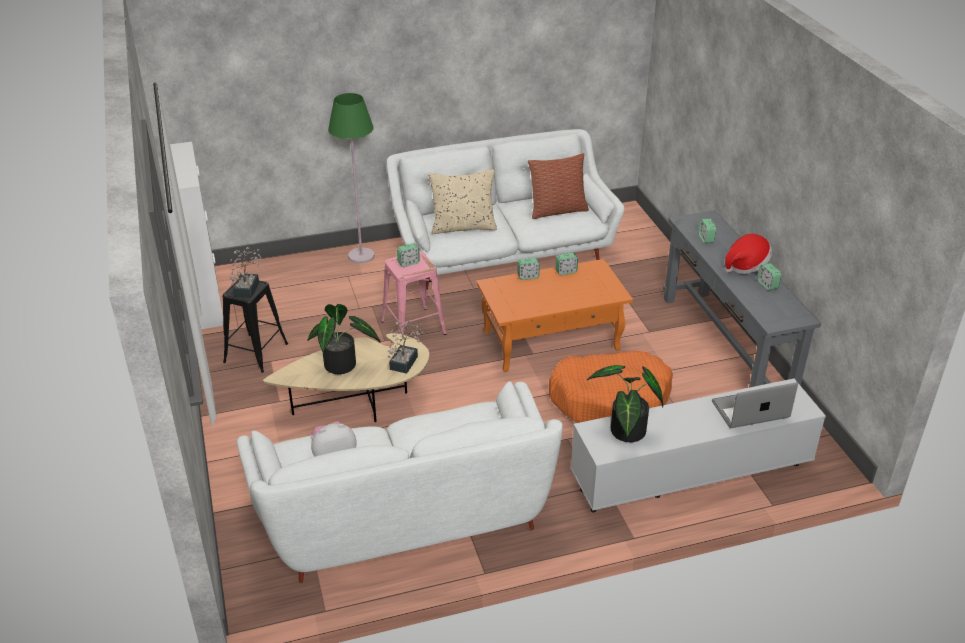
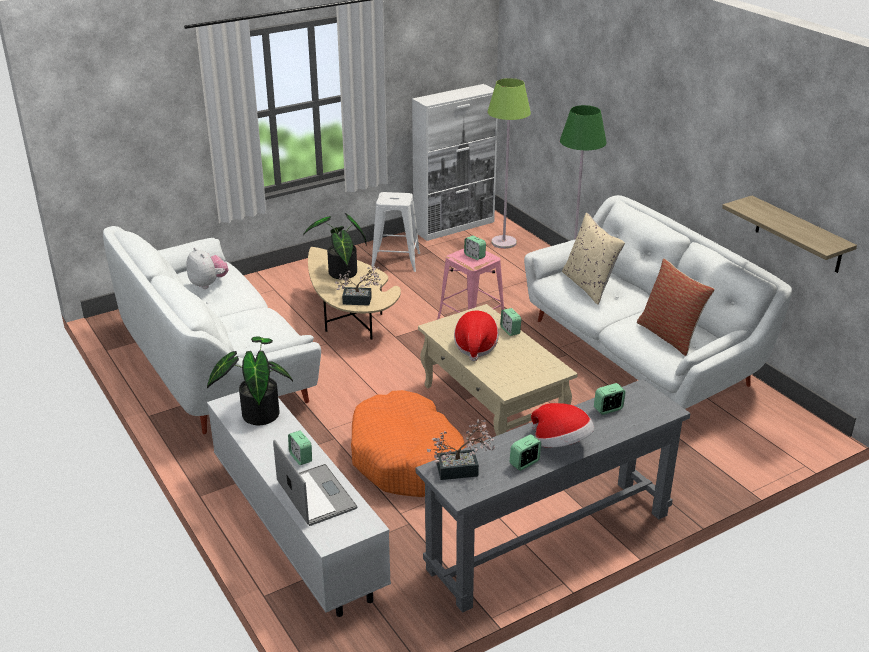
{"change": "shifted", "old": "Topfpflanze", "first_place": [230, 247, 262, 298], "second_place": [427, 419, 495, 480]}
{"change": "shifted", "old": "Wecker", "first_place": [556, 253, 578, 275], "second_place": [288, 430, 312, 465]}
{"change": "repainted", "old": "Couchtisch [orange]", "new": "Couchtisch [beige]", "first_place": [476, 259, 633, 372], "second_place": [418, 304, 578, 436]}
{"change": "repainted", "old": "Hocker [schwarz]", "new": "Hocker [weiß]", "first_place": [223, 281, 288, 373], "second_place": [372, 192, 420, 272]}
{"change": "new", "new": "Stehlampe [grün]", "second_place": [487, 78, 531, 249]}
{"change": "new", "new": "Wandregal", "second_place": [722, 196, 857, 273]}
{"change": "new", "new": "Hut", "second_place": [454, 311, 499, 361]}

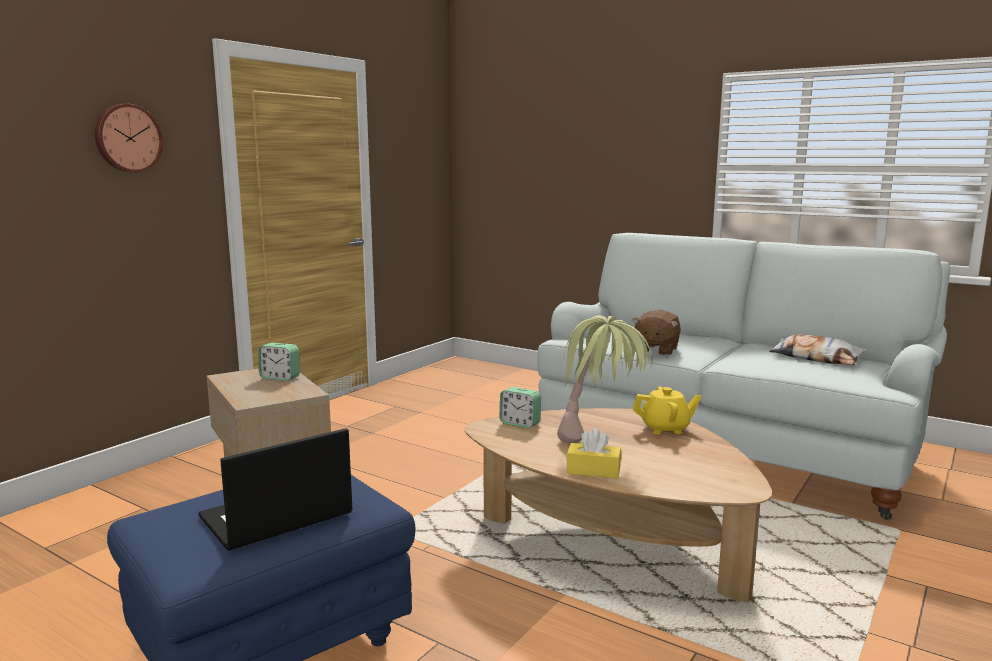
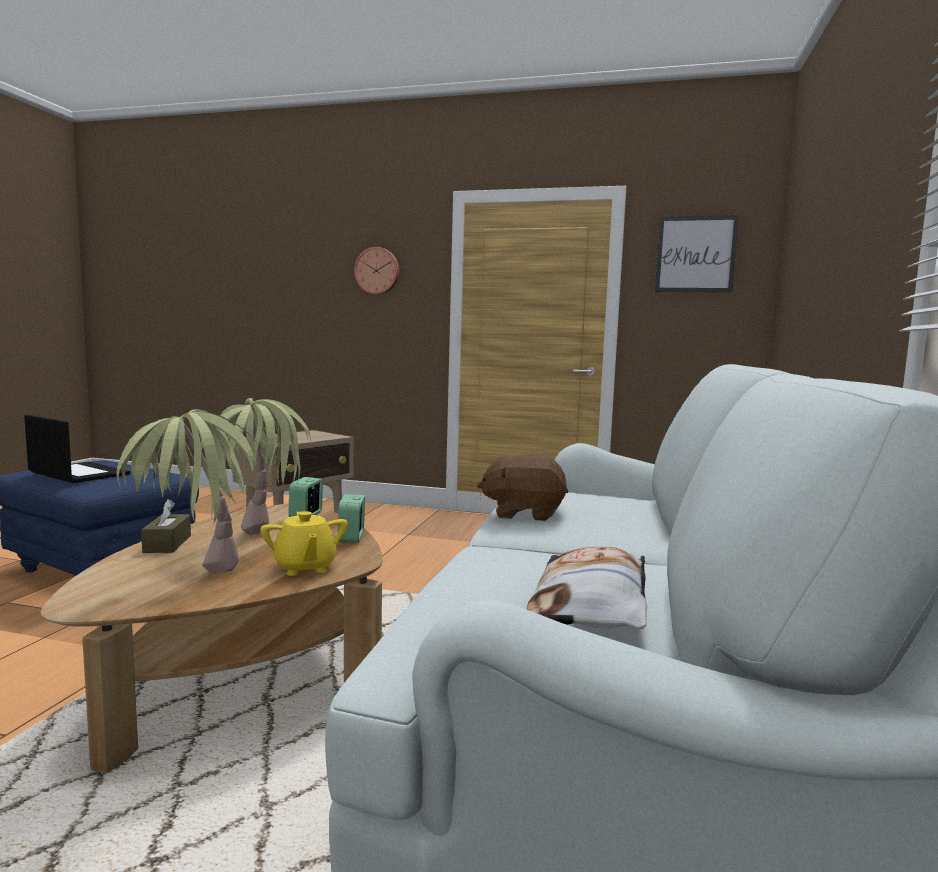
{"change": "shifted", "old": "Wecker", "first_place": [258, 343, 300, 381], "second_place": [338, 494, 365, 543]}
{"change": "repainted", "old": "Taschentuchbox [gelb]", "new": "Taschentuchbox [braun]", "first_place": [566, 429, 621, 479], "second_place": [141, 499, 191, 553]}
{"change": "new", "new": "Bild", "second_place": [655, 215, 739, 293]}
{"change": "new", "new": "Topfpflanze", "second_place": [116, 409, 265, 574]}

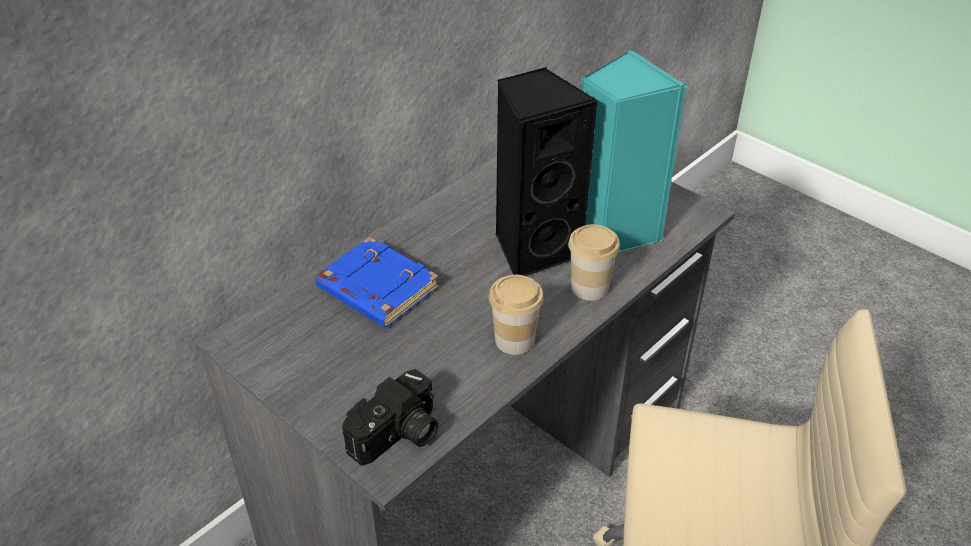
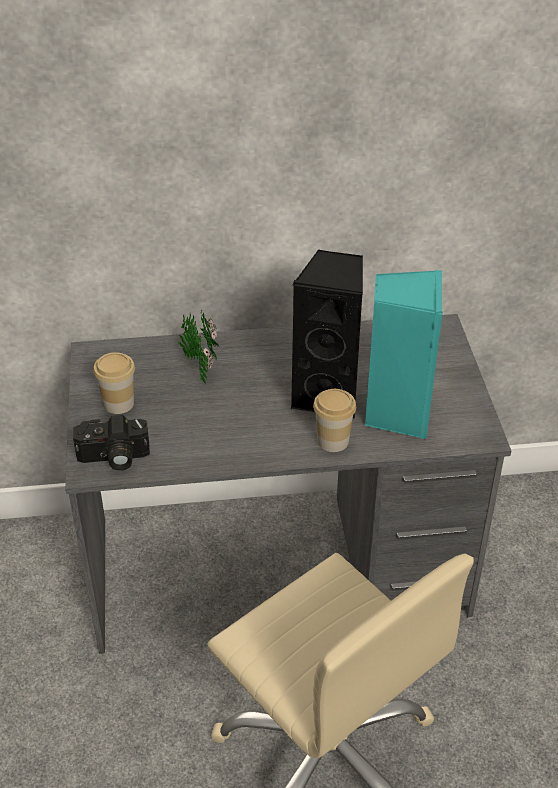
{"change": "swapped", "old": "Buch [blau]", "new": "Topfpflanze", "first_place": [315, 237, 439, 328], "second_place": [178, 310, 219, 385]}
{"change": "shifted", "old": "Tasse", "first_place": [489, 275, 544, 355], "second_place": [93, 352, 135, 414]}

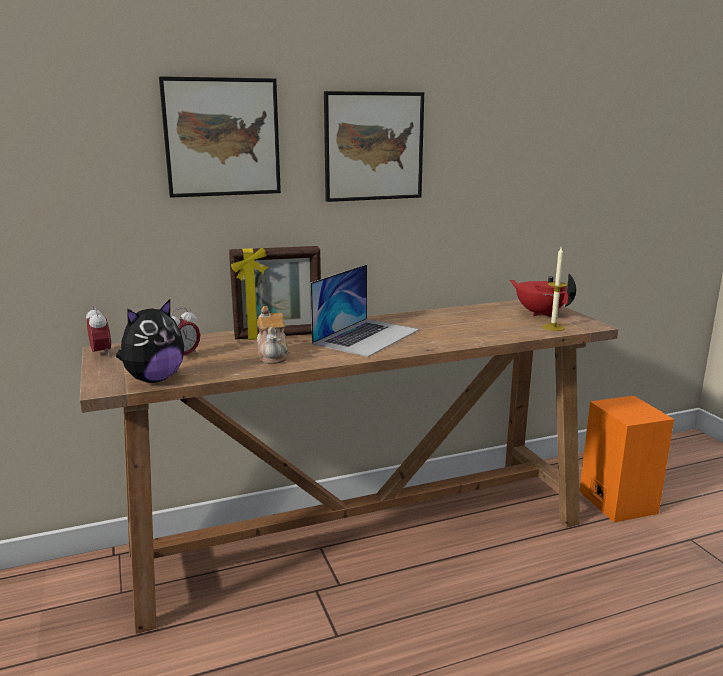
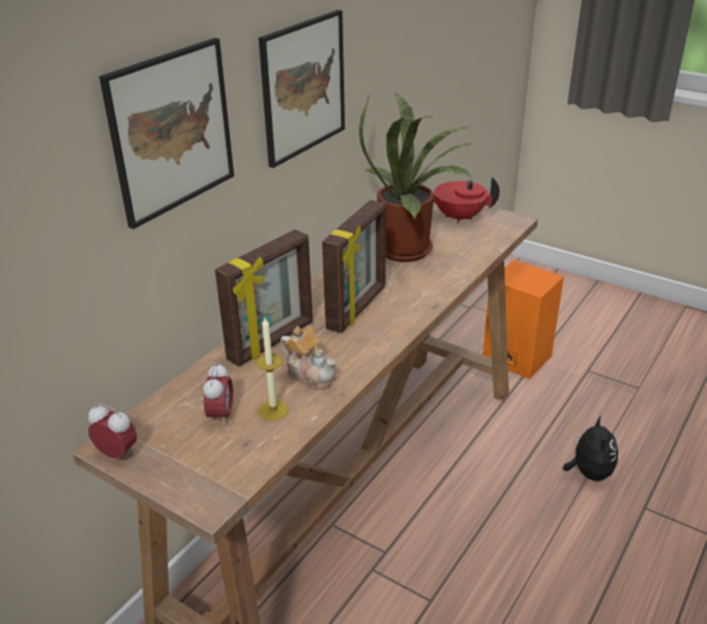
{"change": "shifted", "old": "Kerze", "first_place": [542, 247, 568, 331], "second_place": [256, 318, 289, 420]}
{"change": "swapped", "old": "Laptop", "new": "Bilderrahmen", "first_place": [310, 264, 419, 357], "second_place": [322, 200, 386, 333]}
{"change": "shifted", "old": "Plüschtier", "first_place": [116, 299, 184, 383], "second_place": [563, 415, 618, 481]}
{"change": "new", "new": "Topfpflanze", "second_place": [359, 92, 475, 262]}

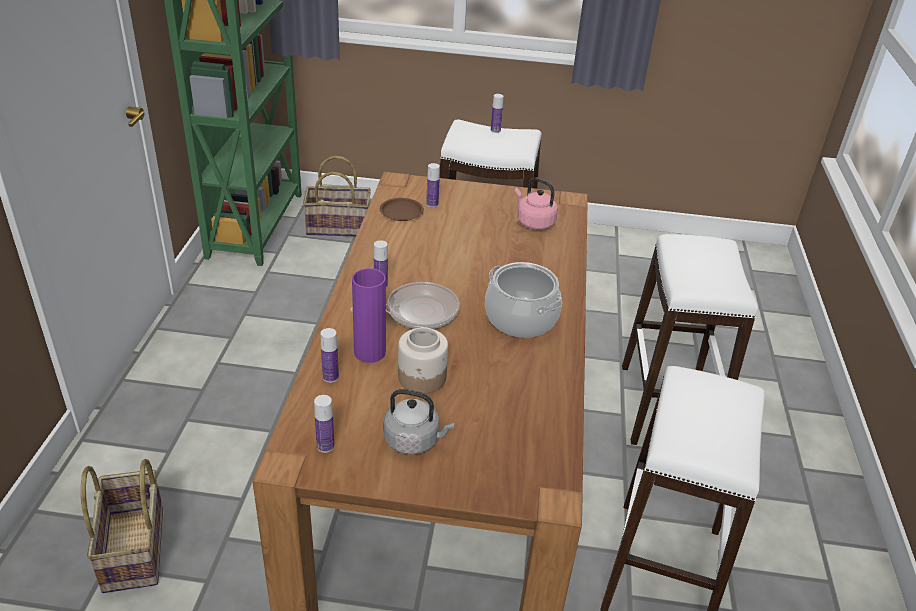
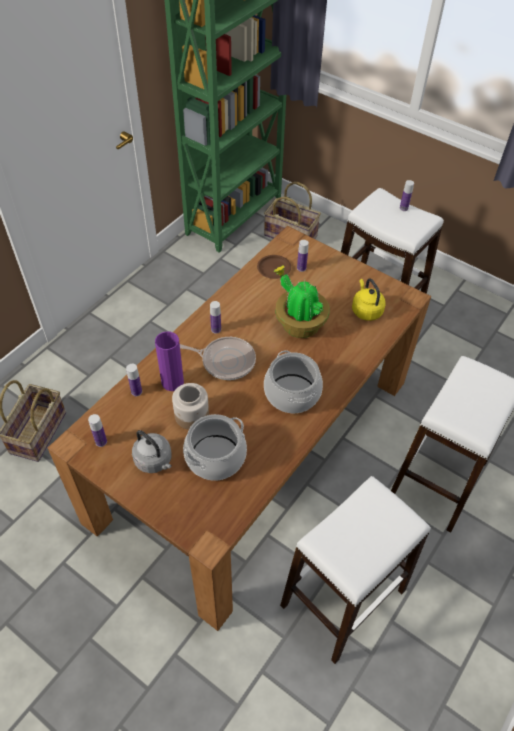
{"change": "repainted", "old": "Wasserkessel [rosa]", "new": "Wasserkessel [gelb]", "first_place": [515, 178, 558, 230], "second_place": [352, 279, 386, 321]}
{"change": "new", "new": "Topfpflanze", "second_place": [273, 265, 330, 338]}
{"change": "new", "new": "Kochtopf", "second_place": [183, 414, 247, 481]}

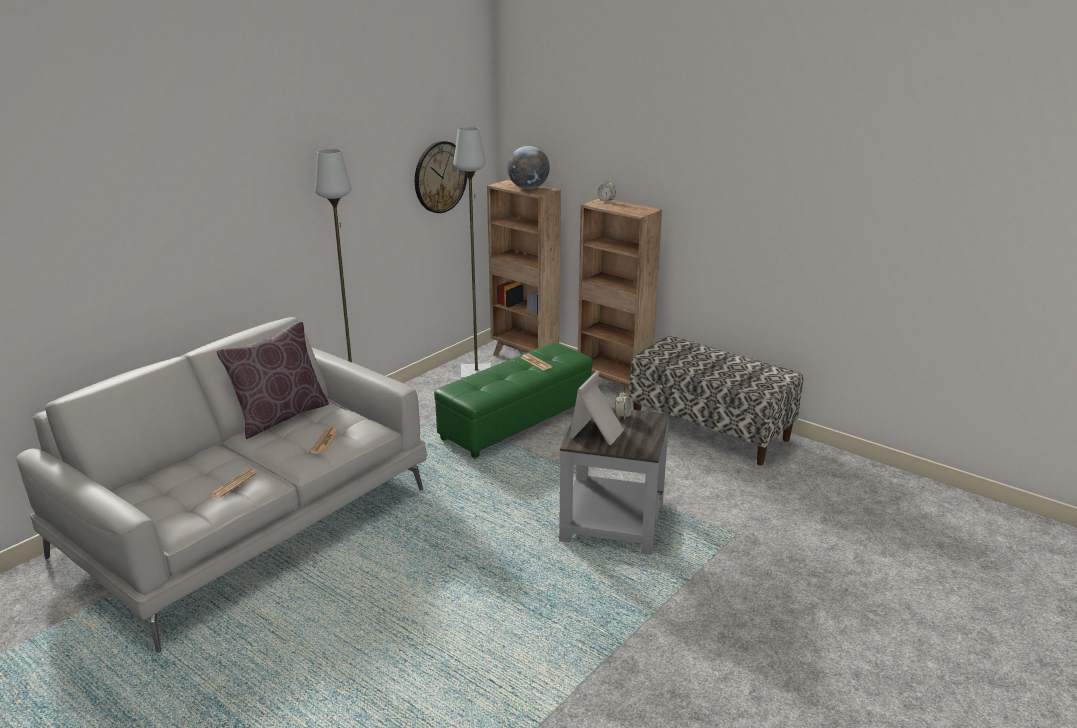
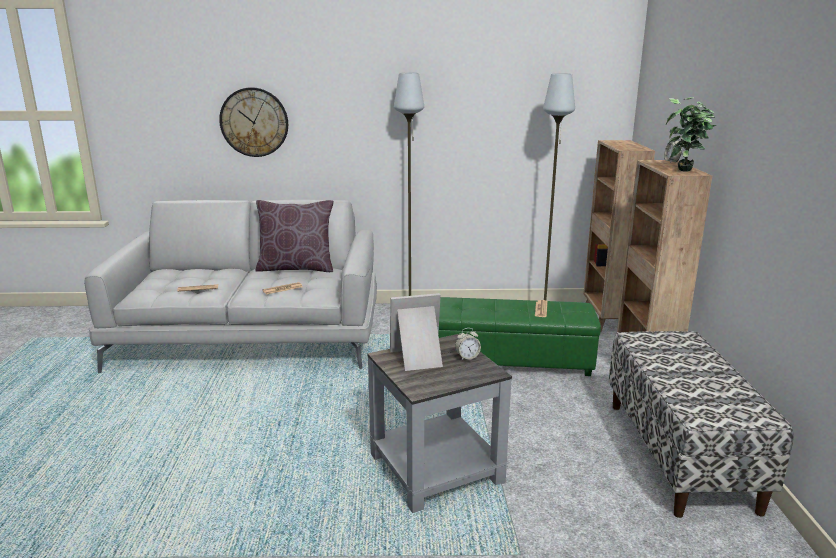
{"change": "shifted", "old": "Wanduhr", "first_place": [415, 141, 467, 213], "second_place": [219, 87, 288, 157]}
{"change": "gone", "old": "Globus", "first_place": [507, 146, 550, 189]}
{"change": "new", "new": "Topfpflanze", "second_place": [666, 97, 716, 172]}

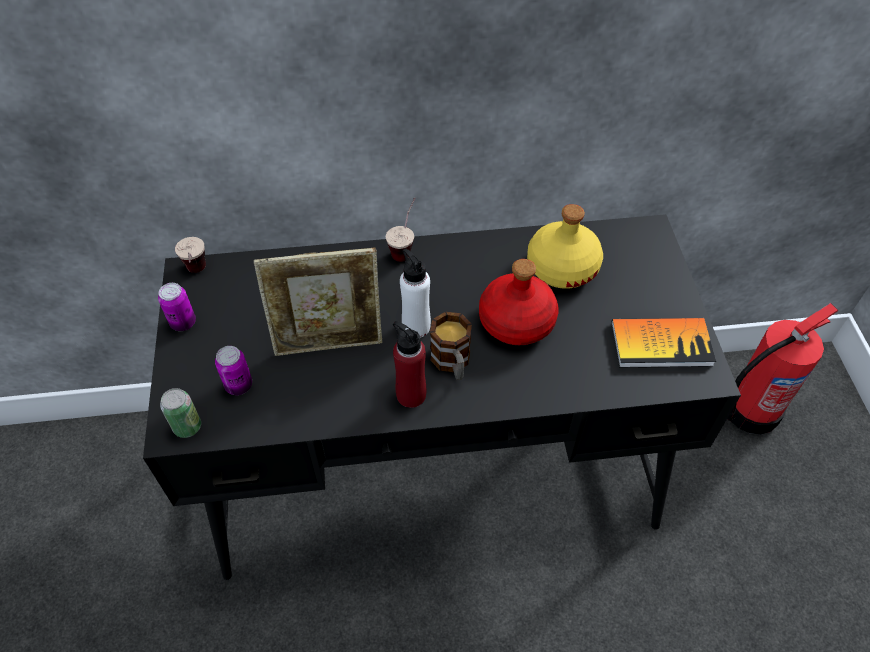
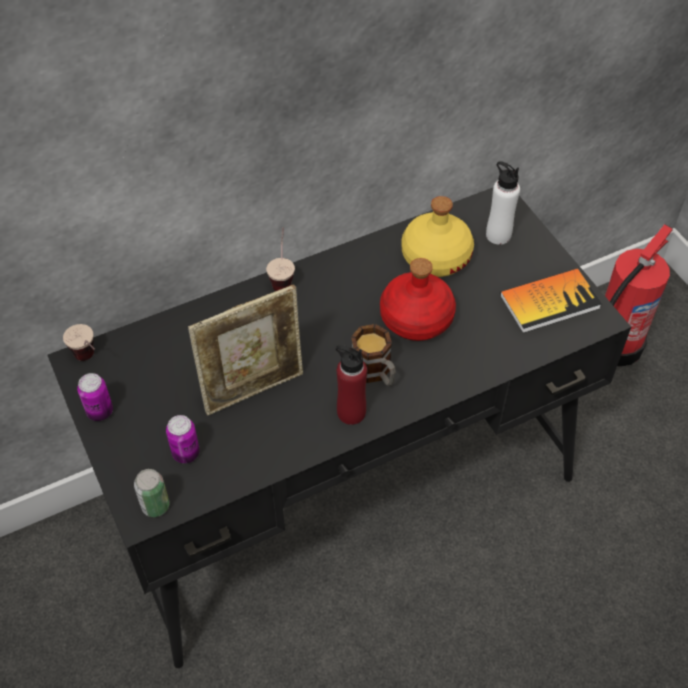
{"change": "shifted", "old": "Flasche [weiß]", "first_place": [400, 249, 431, 338], "second_place": [486, 161, 520, 245]}

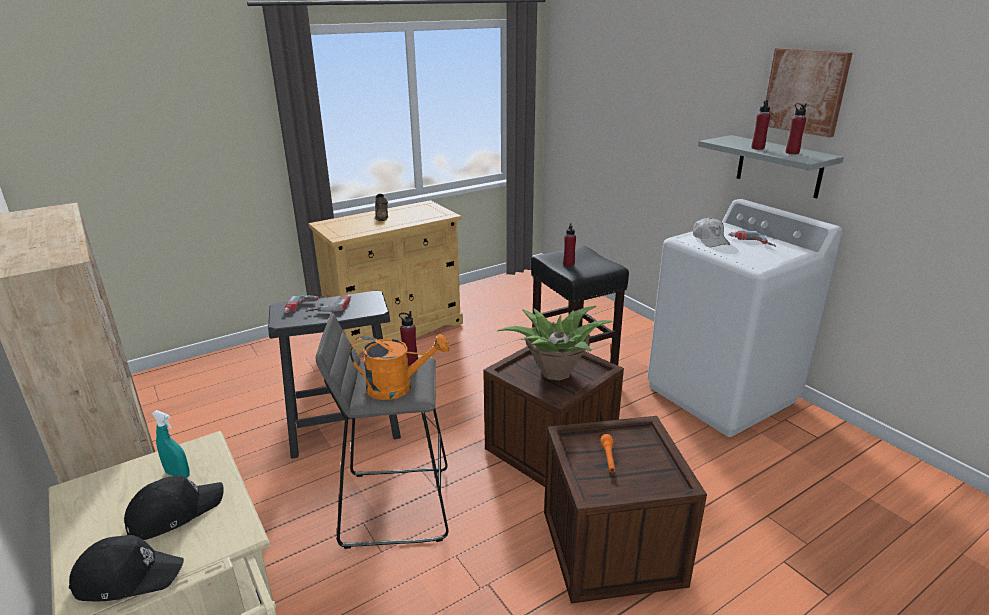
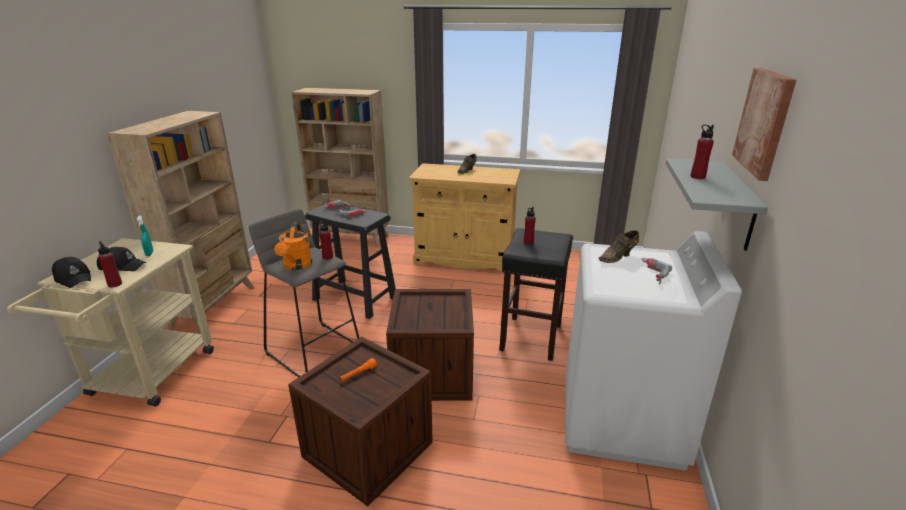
{"change": "shifted", "old": "Flasche [rot]", "first_place": [785, 103, 806, 154], "second_place": [98, 241, 122, 288]}
{"change": "swapped", "old": "Kappe [weiß]", "new": "Schuh [braun]", "first_place": [693, 217, 731, 247], "second_place": [599, 230, 639, 263]}
{"change": "gone", "old": "Topfpflanze", "first_place": [497, 306, 613, 381]}
{"change": "rotated", "old": "Gießkanne [orange]", "first_place": [350, 334, 450, 400], "second_place": [274, 222, 312, 270], "degrees": 45}
{"change": "new", "new": "Bücherregal [beige]", "second_place": [292, 88, 389, 247]}

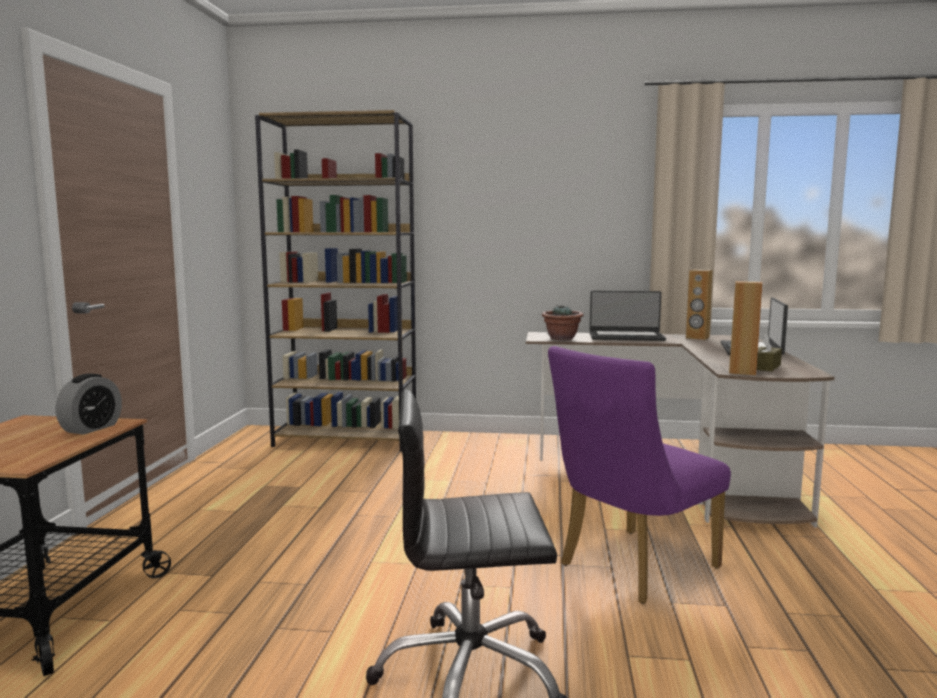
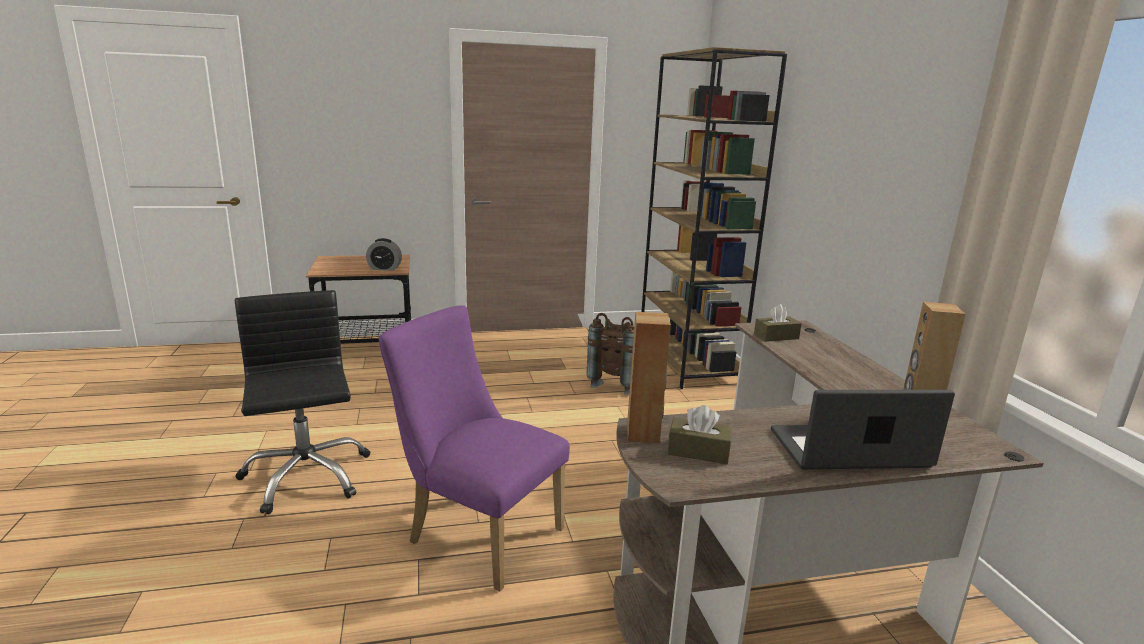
{"change": "gone", "old": "Laptop", "first_place": [590, 291, 666, 341]}
{"change": "swapped", "old": "Topfpflanze", "new": "Taschentuchbox [braun]", "first_place": [542, 305, 583, 340], "second_place": [754, 304, 802, 342]}
{"change": "new", "new": "Rucksack [braun]", "second_place": [587, 313, 634, 395]}

